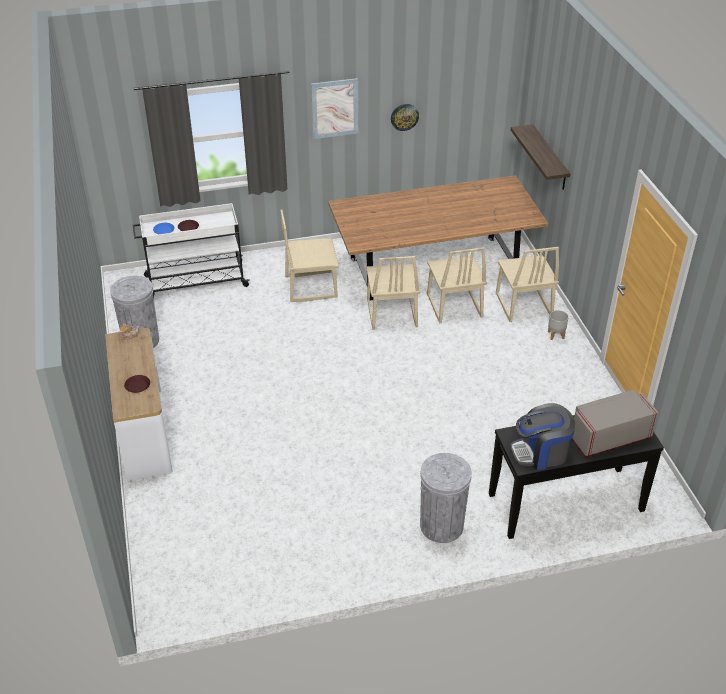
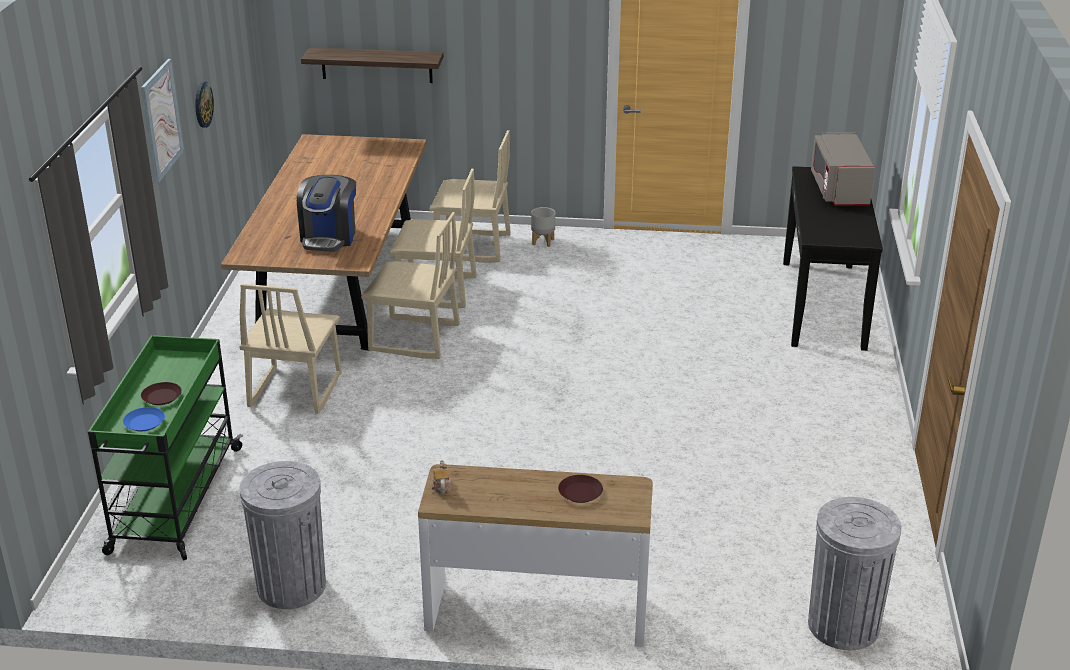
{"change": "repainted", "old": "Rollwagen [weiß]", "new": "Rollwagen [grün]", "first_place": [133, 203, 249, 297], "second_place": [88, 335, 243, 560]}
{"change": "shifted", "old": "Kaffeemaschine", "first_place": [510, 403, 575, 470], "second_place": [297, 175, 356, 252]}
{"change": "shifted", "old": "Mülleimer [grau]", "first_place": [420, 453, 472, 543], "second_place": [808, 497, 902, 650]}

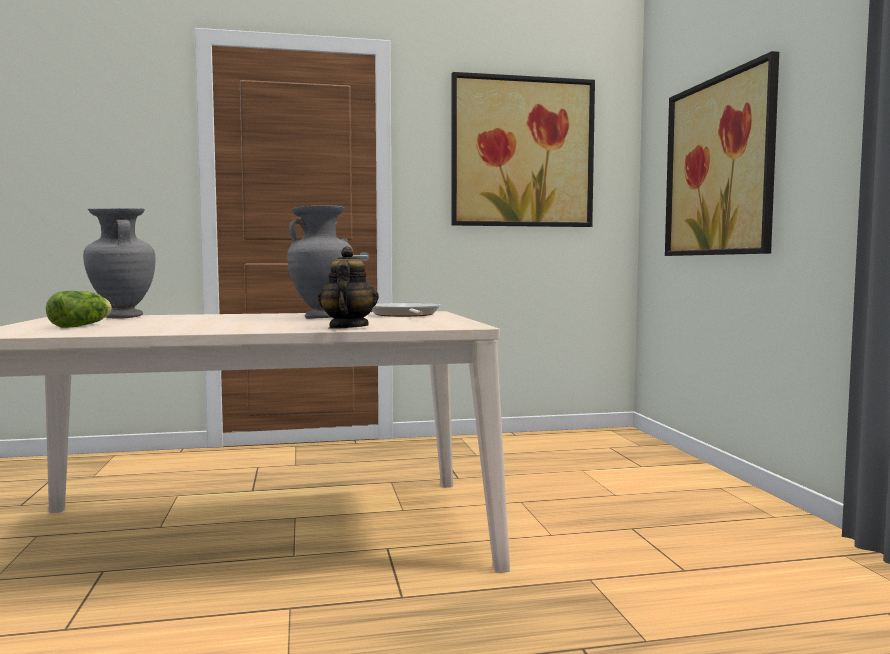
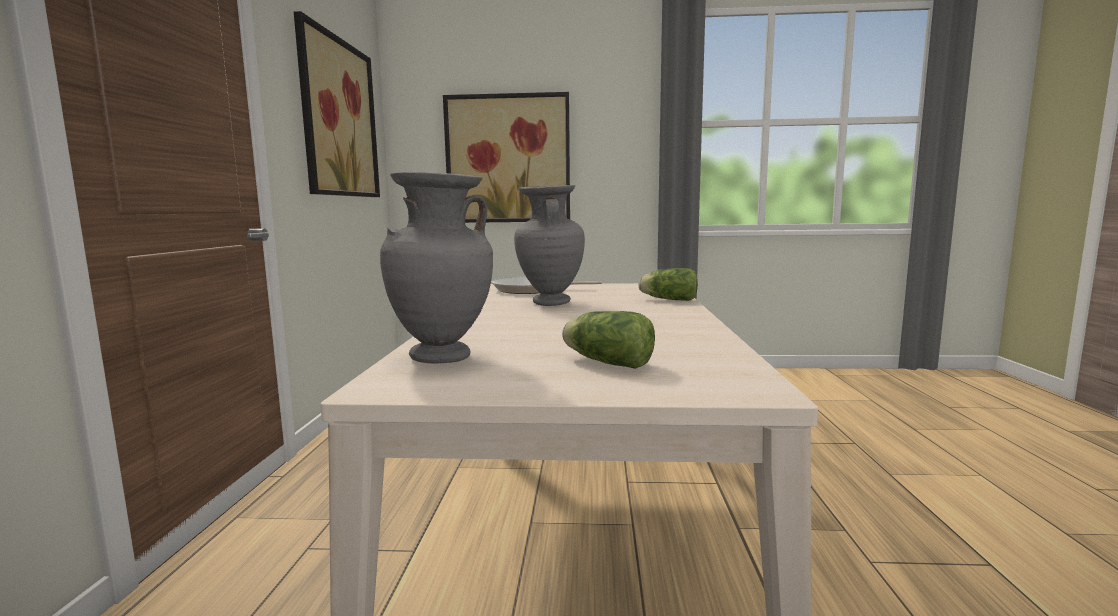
{"change": "swapped", "old": "Teekanne", "new": "Salatkopf", "first_place": [318, 246, 379, 329], "second_place": [638, 268, 698, 301]}

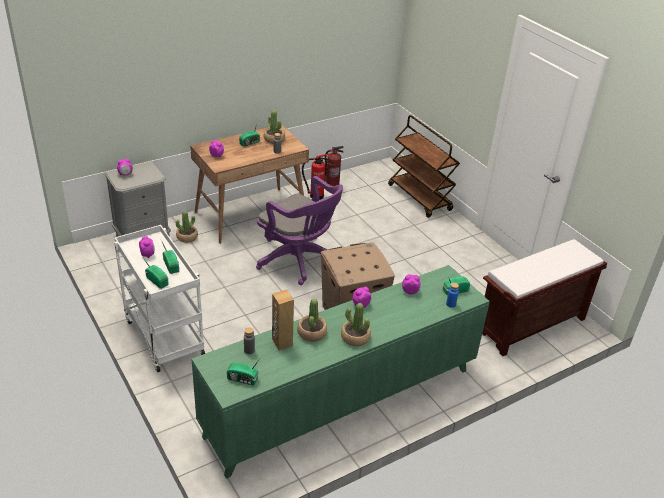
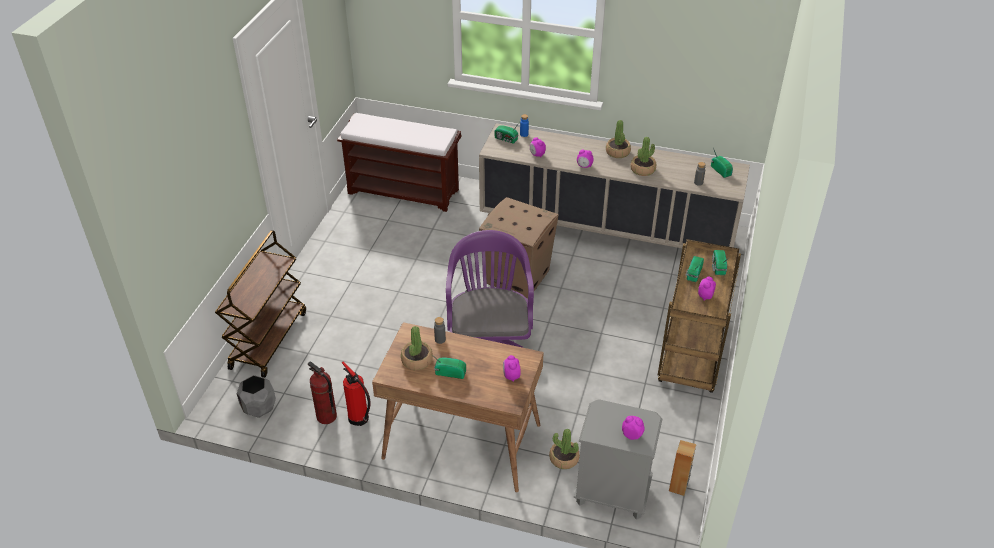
{"change": "repainted", "old": "Rollwagen [weiß]", "new": "Rollwagen [braun]", "first_place": [114, 225, 205, 372], "second_place": [658, 239, 741, 393]}
{"change": "repainted", "old": "Schrank [grün]", "new": "Schrank [beige]", "first_place": [192, 265, 490, 479], "second_place": [479, 123, 750, 248]}
{"change": "shifted", "old": "Lautsprecher [braun]", "first_place": [272, 290, 294, 350], "second_place": [669, 440, 696, 496]}
{"change": "new", "new": "Pflanzkübel [grau]", "second_place": [237, 375, 276, 418]}

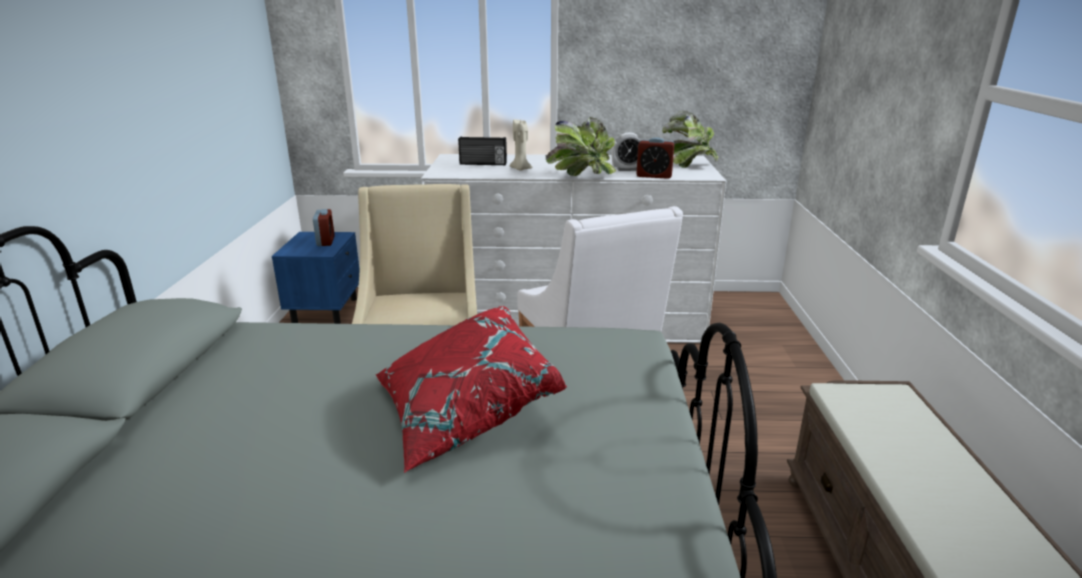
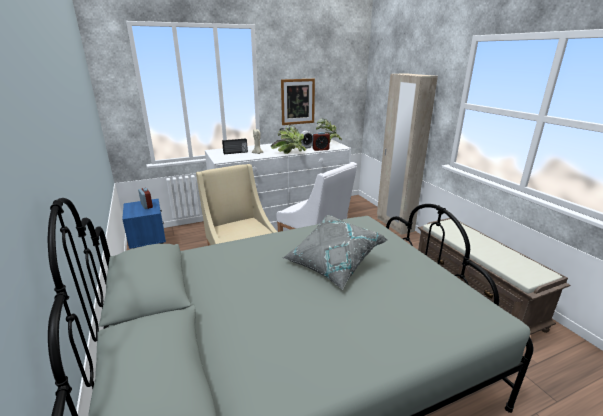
{"change": "repainted", "old": "Kissen [rot]", "new": "Kissen [grau]", "first_place": [376, 306, 567, 473], "second_place": [283, 215, 387, 290]}
{"change": "new", "new": "Kleiderschrank [beige]", "second_place": [377, 73, 438, 235]}
{"change": "new", "new": "Bild", "second_place": [281, 79, 315, 125]}

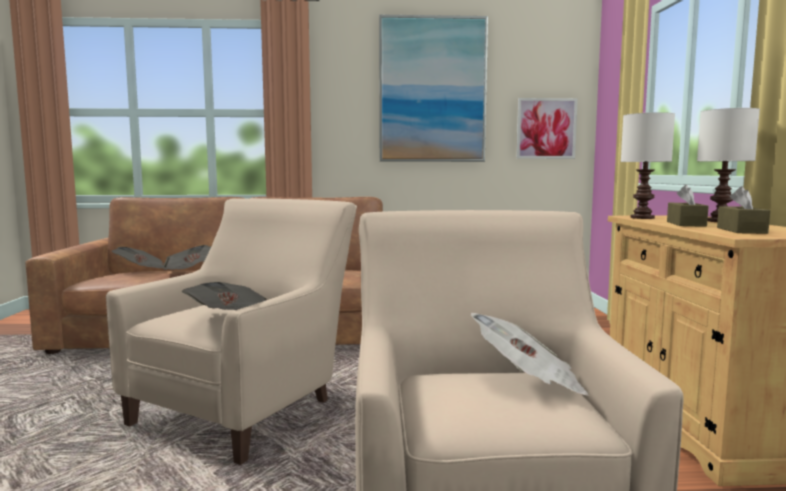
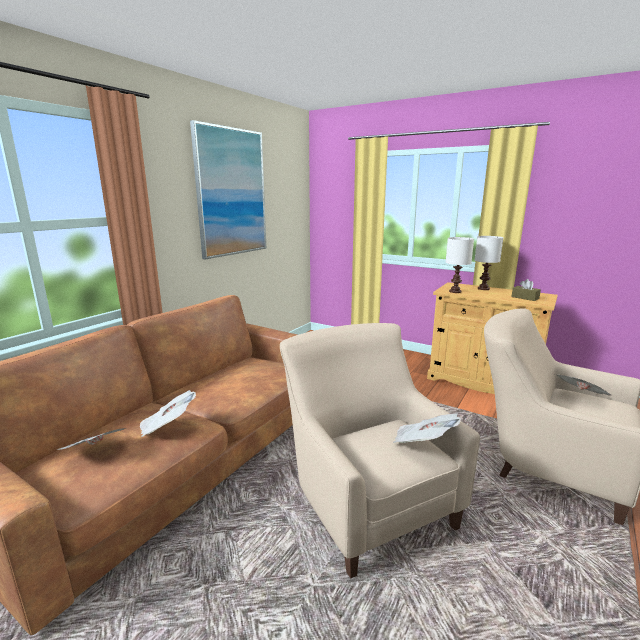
{"change": "gone", "old": "Bild", "first_place": [516, 98, 578, 159]}
{"change": "gone", "old": "Taschentuchbox [braun]", "first_place": [667, 184, 709, 227]}

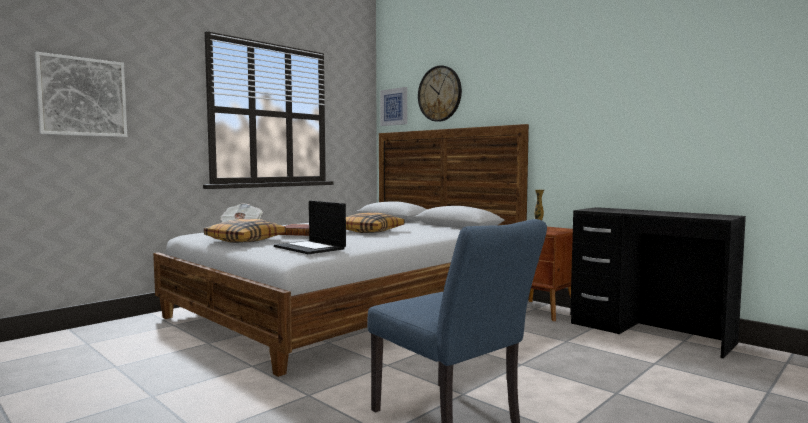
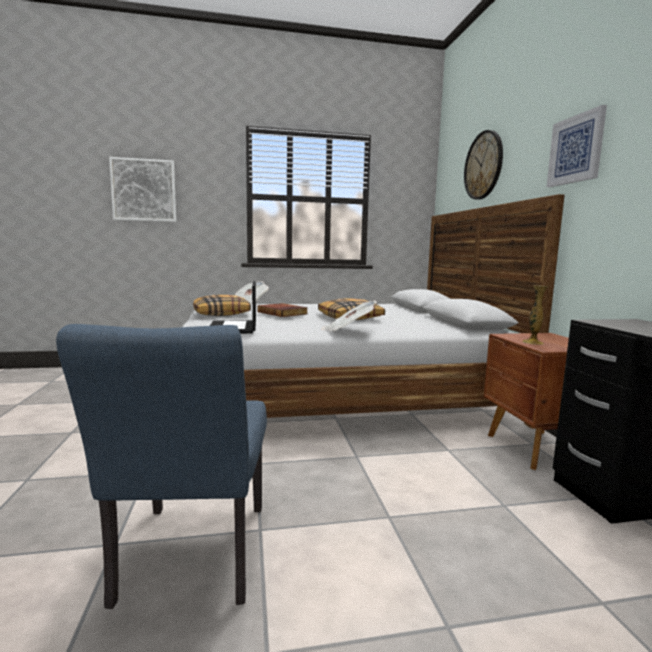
{"change": "shifted", "old": "Bild", "first_place": [380, 87, 407, 126], "second_place": [547, 105, 607, 187]}
{"change": "new", "new": "Zeitung", "second_place": [322, 300, 377, 331]}

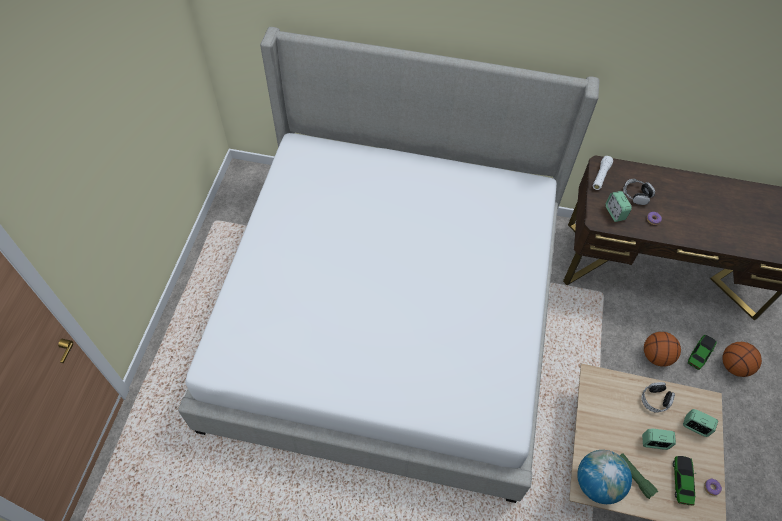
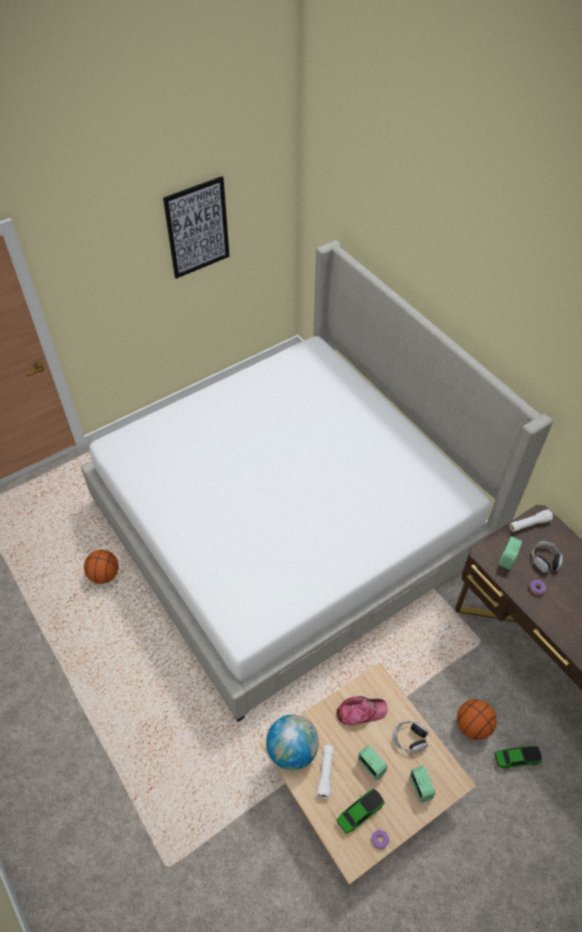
{"change": "shifted", "old": "Basketball", "first_place": [722, 342, 762, 377], "second_place": [84, 550, 119, 584]}
{"change": "repainted", "old": "Taschenlampe [grün]", "new": "Taschenlampe [weiß]", "first_place": [620, 453, 658, 499], "second_place": [317, 745, 334, 799]}
{"change": "new", "new": "Bild", "second_place": [163, 176, 230, 279]}
{"change": "new", "new": "Kappe", "second_place": [336, 696, 388, 725]}

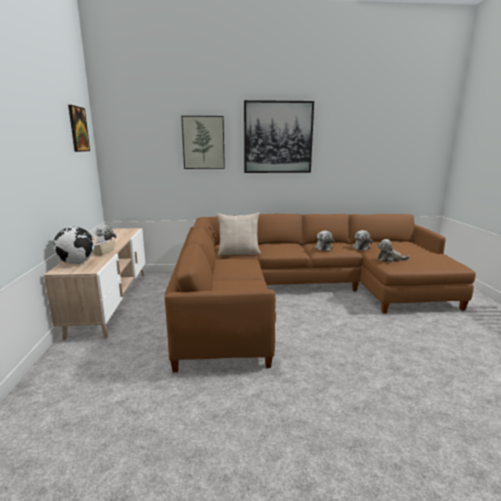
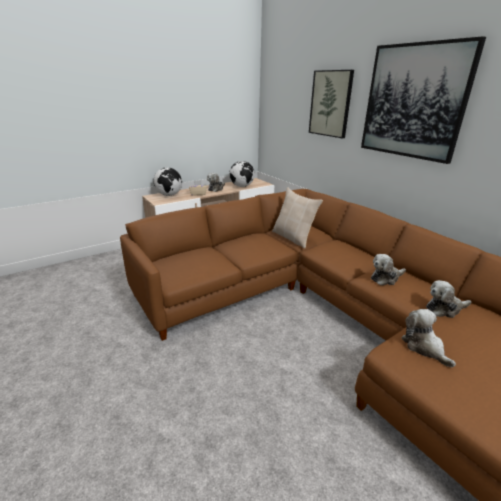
{"change": "gone", "old": "Bild", "first_place": [68, 105, 90, 152]}
{"change": "new", "new": "Globus", "second_place": [229, 161, 255, 187]}

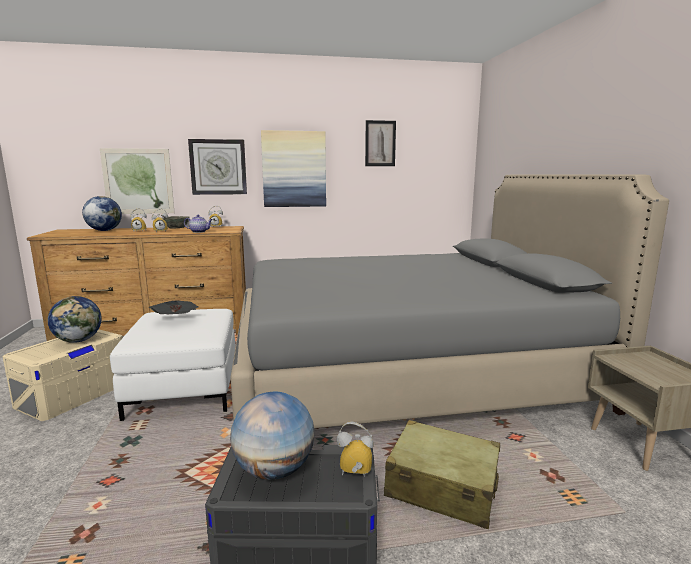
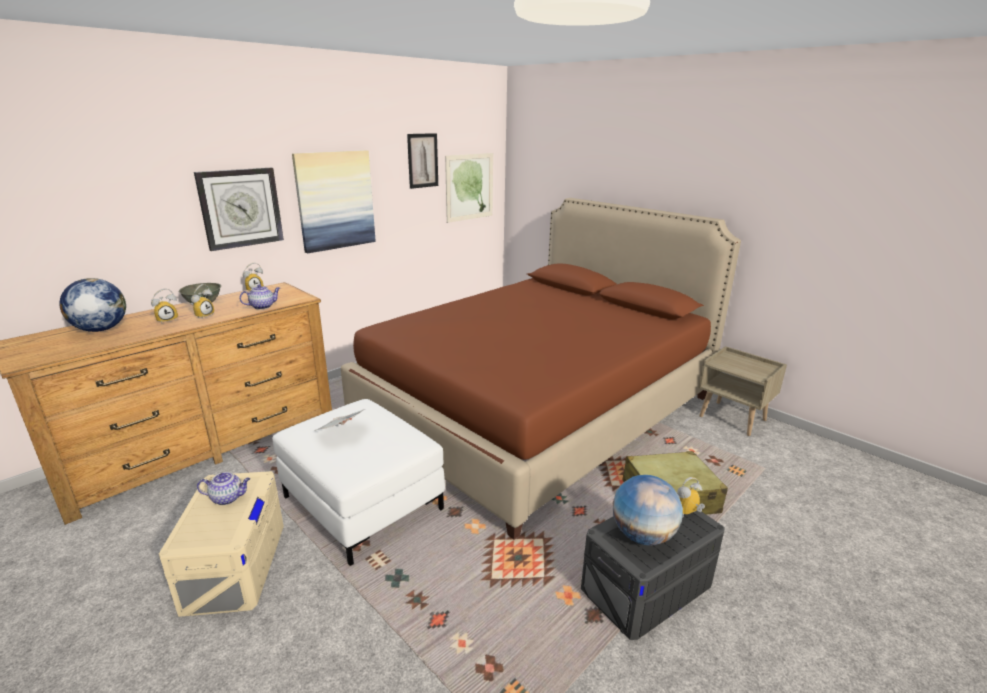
{"change": "shifted", "old": "Bild", "first_place": [100, 148, 175, 214], "second_place": [445, 153, 493, 223]}
{"change": "repainted", "old": "Bett [grau]", "new": "Bett [braun]", "first_place": [230, 174, 669, 428], "second_place": [341, 198, 741, 539]}
{"change": "swapped", "old": "Globus", "new": "Teekanne", "first_place": [48, 296, 102, 343], "second_place": [197, 472, 250, 505]}

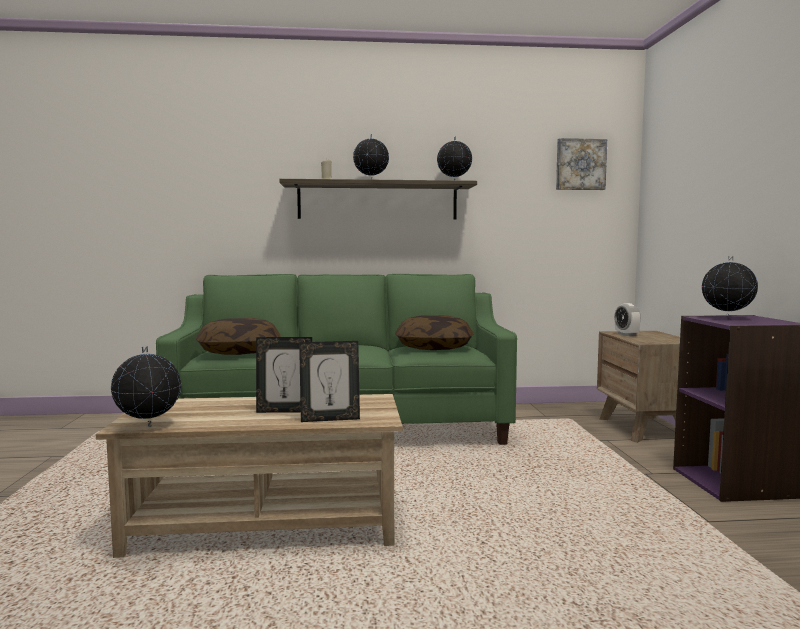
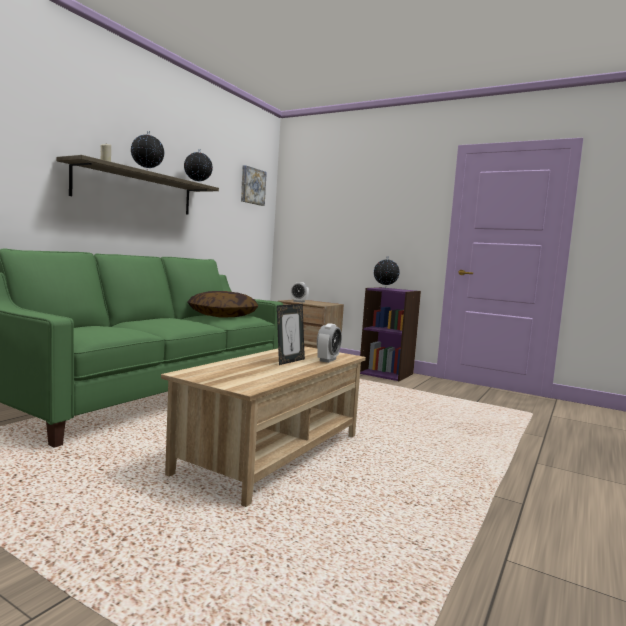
{"change": "gone", "old": "Kissen", "first_place": [196, 318, 281, 355]}
{"change": "swapped", "old": "Bilderrahmen", "new": "Wecker", "first_place": [299, 341, 360, 422], "second_place": [317, 323, 342, 363]}
{"change": "gone", "old": "Globus", "first_place": [111, 346, 181, 427]}

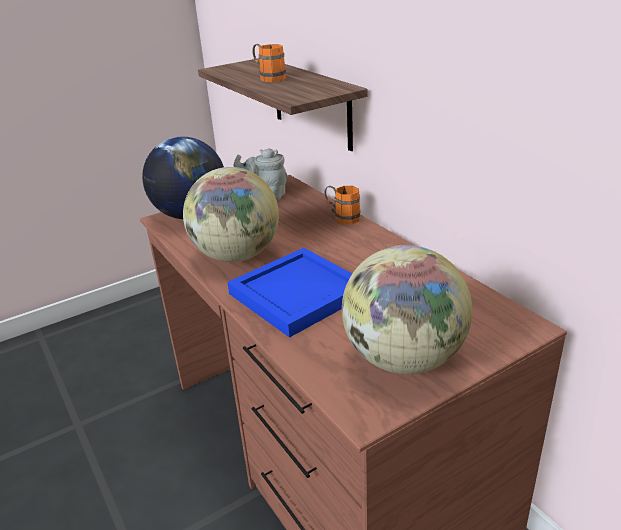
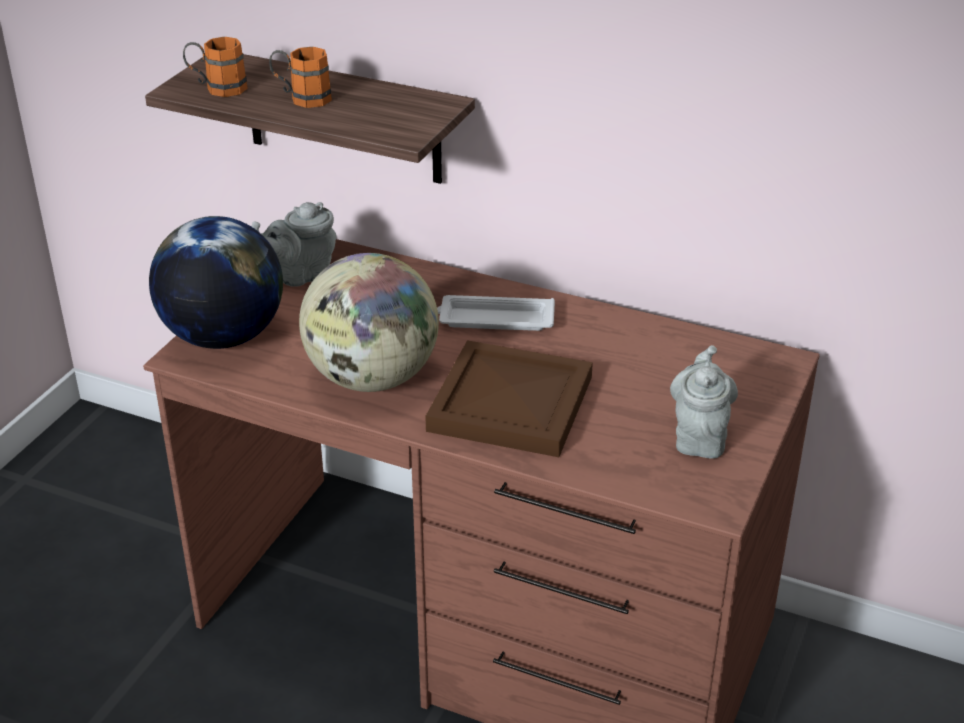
{"change": "shifted", "old": "Henkelbecher [orange]", "first_place": [324, 186, 361, 224], "second_place": [183, 37, 247, 97]}
{"change": "swapped", "old": "Globus", "new": "Teekanne [grau]", "first_place": [342, 245, 472, 374], "second_place": [670, 345, 738, 459]}
{"change": "repainted", "old": "Tablett [blau]", "new": "Tablett [braun]", "first_place": [227, 248, 352, 338], "second_place": [425, 340, 593, 457]}
{"change": "new", "new": "Tablett [weiß]", "second_place": [437, 295, 555, 331]}

